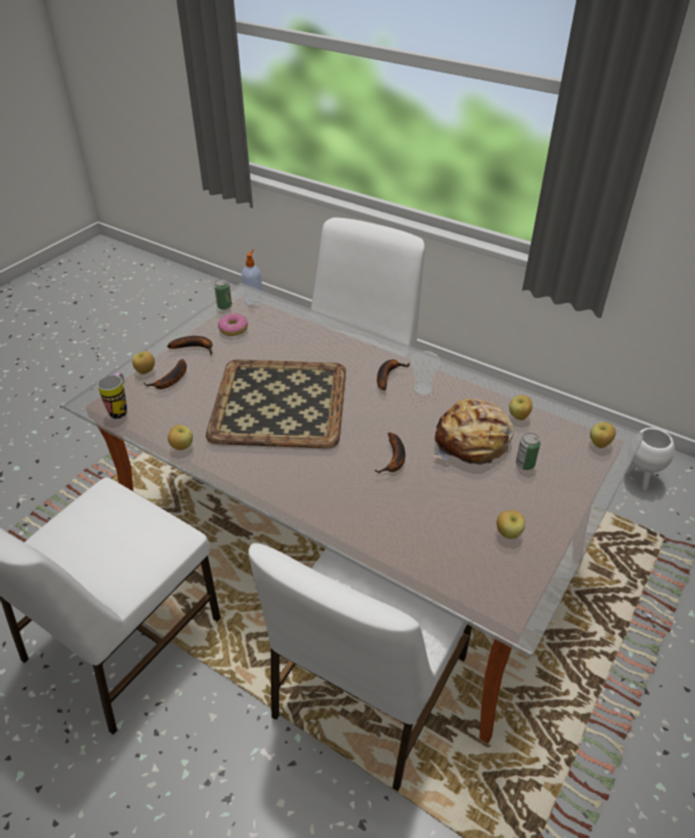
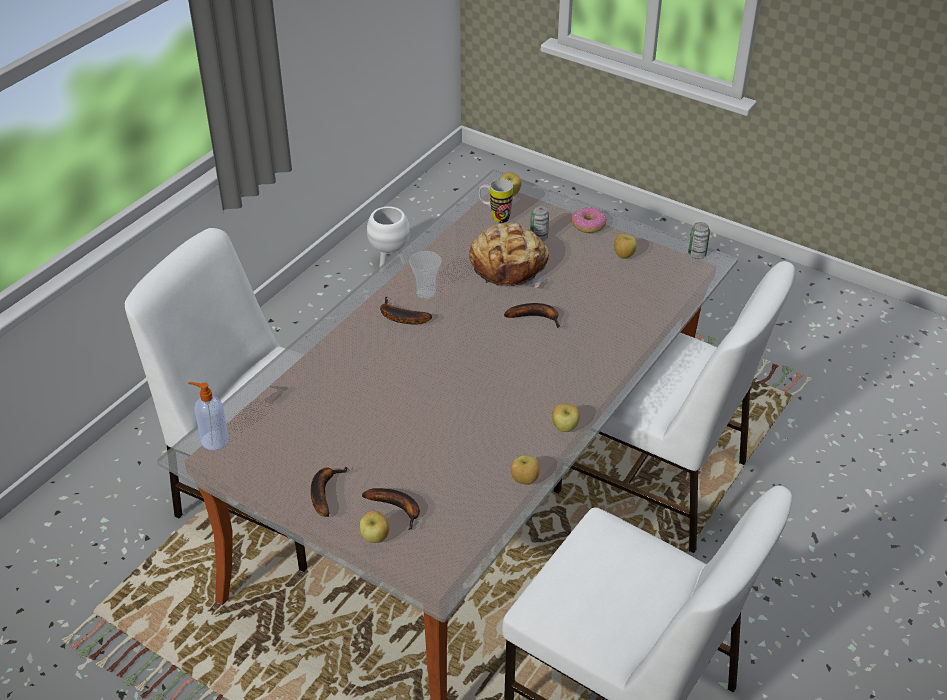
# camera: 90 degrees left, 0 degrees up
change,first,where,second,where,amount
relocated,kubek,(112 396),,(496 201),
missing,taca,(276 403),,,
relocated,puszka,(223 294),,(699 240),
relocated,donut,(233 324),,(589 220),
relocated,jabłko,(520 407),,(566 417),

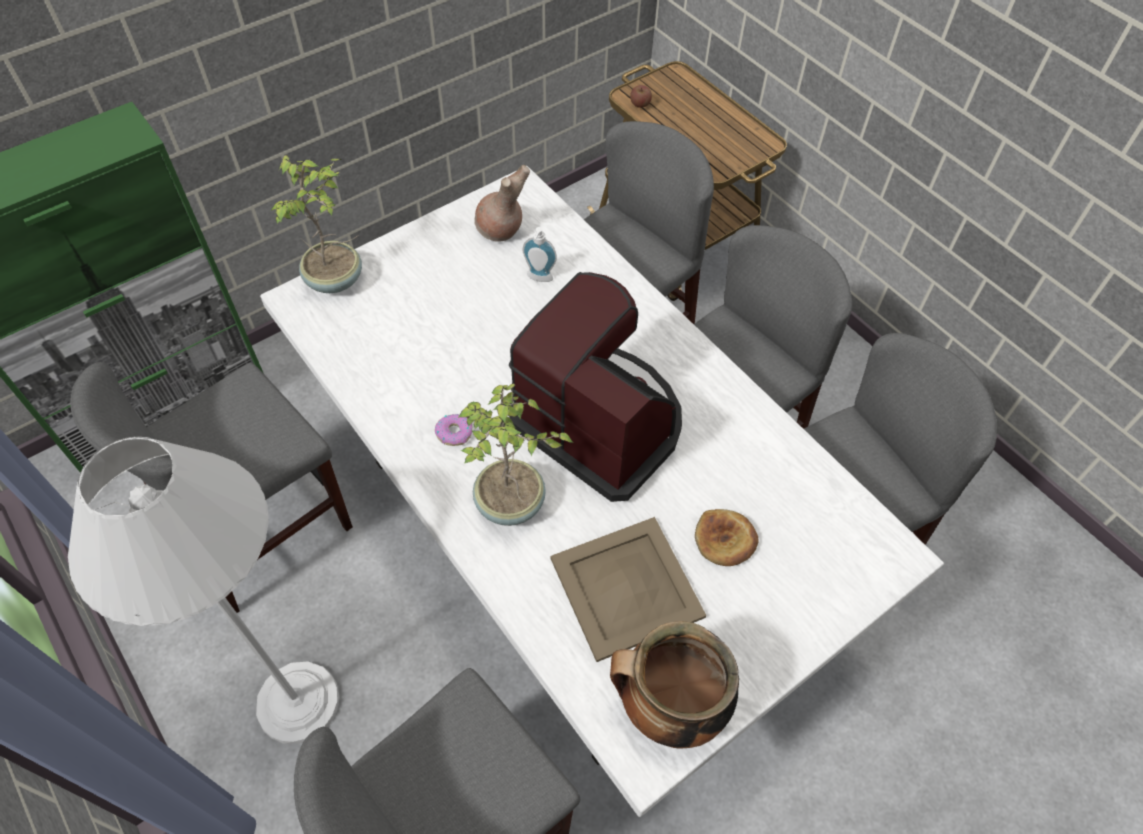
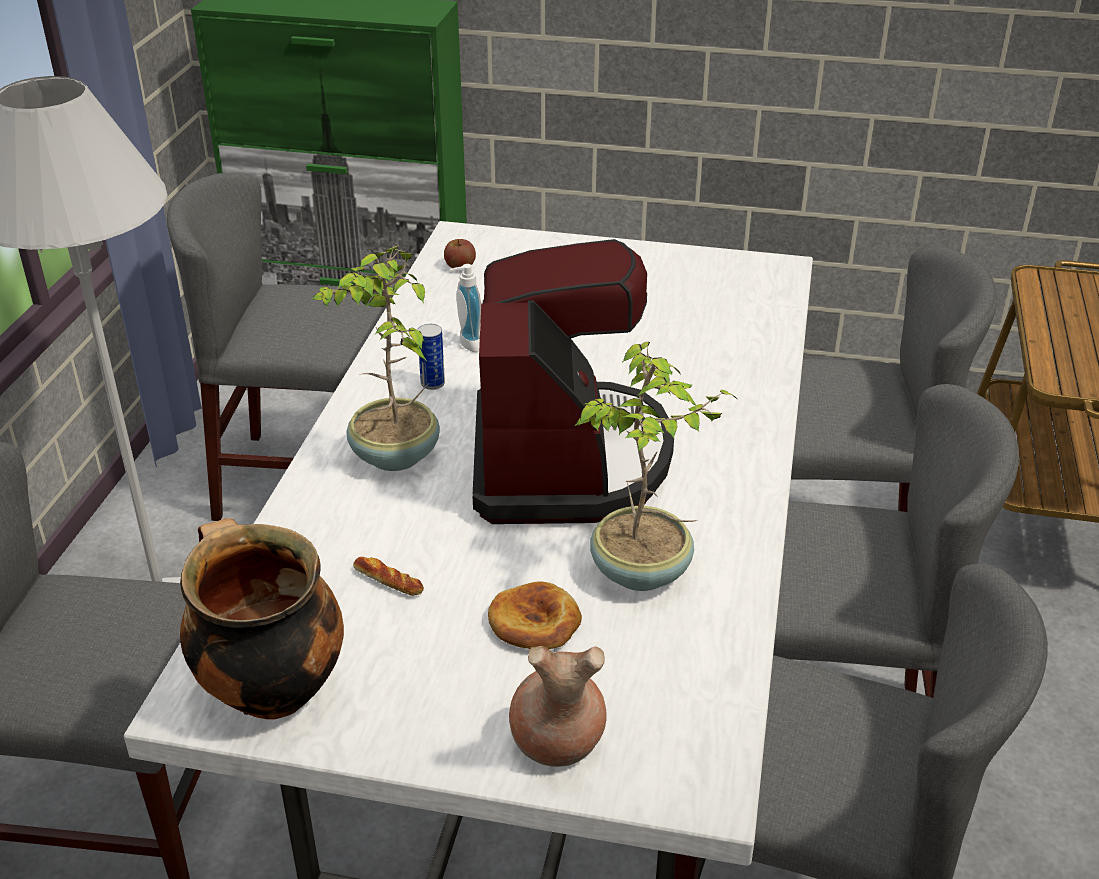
# camera: 50 degrees right, 20 degrees down
change,first,where,second,where,amount
relocated,roślina doniczkowa,(315 224),,(656 466),
exchanged,donut,(453 430),puszka,(431 357),
relocated,wazon (brązowy),(502 203),,(558 706),
relocated,dozownik mydła,(540 254),,(465 308),
exchanged,taca (beżowy),(628 589),chleb,(388 576),
relocated,jabłko,(641 96),,(460 253),

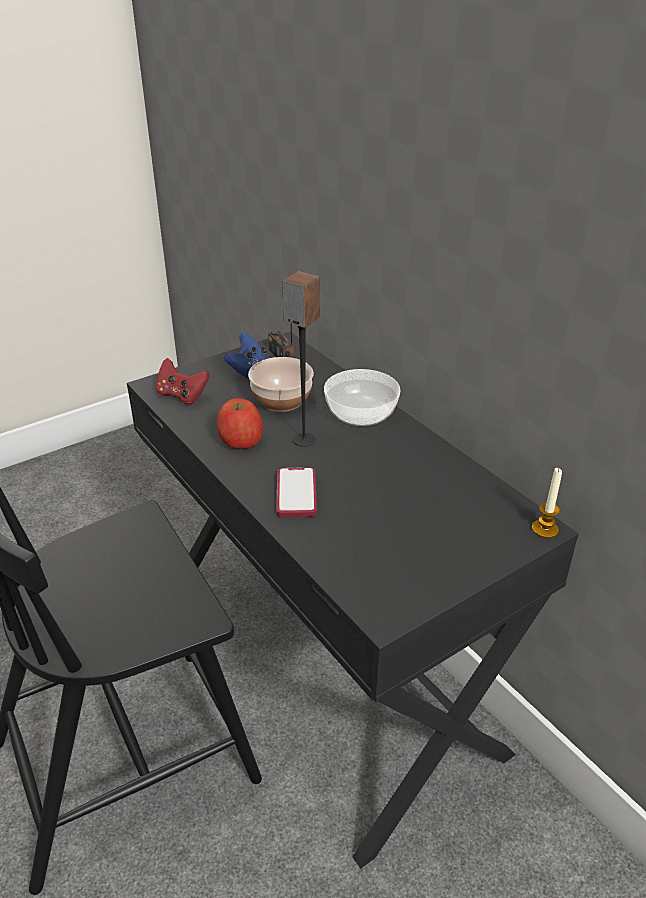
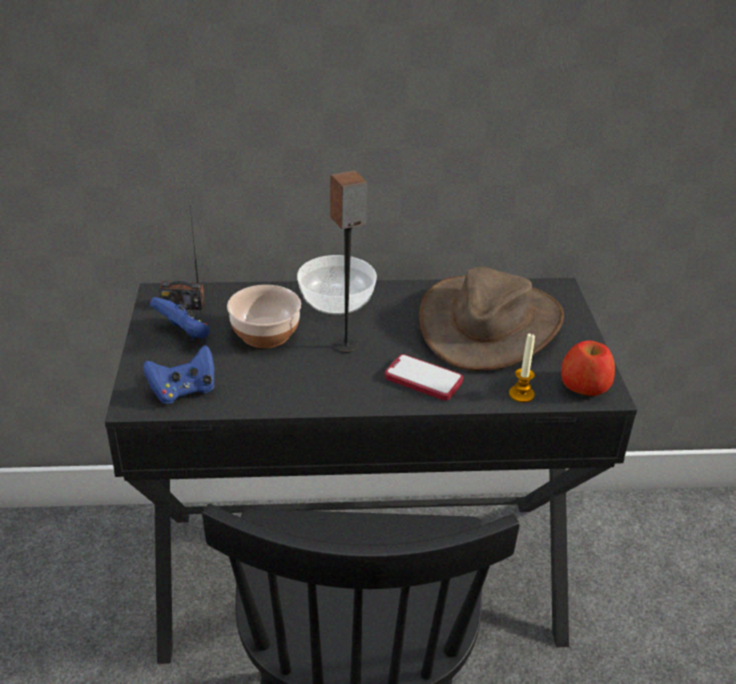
# camera: 60 degrees left, 0 degrees up
change,first,where,second,where,amount
colour,pad do gier (czerwony),(183 381),pad do gier (niebieski),(179 374),
relocated,jabłko,(239 423),,(588 368),
relocated,świeca,(547 503),,(522 368),
appeared,,,kapelusz (brązowy),(491 319),

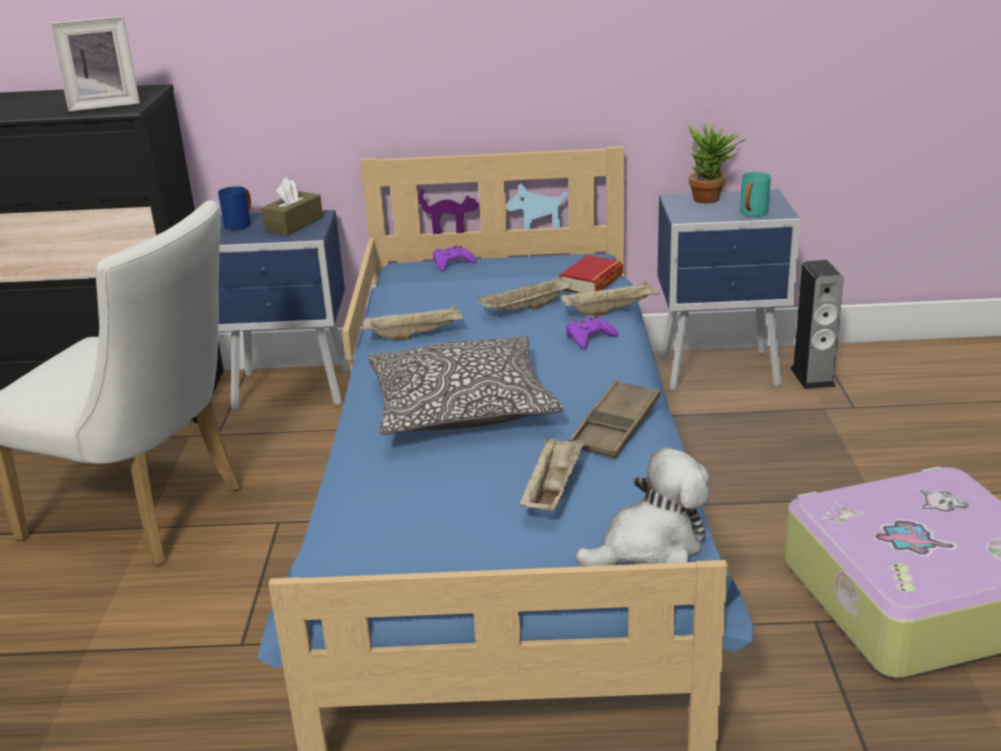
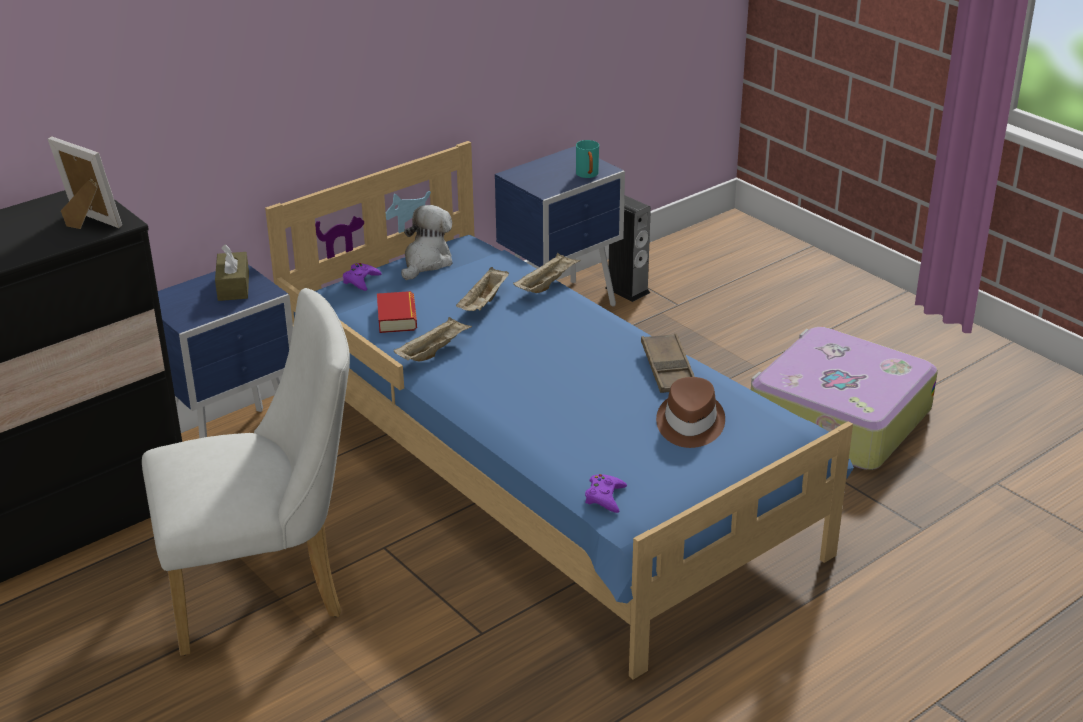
# camera: 40 degrees left, 5 degrees up
change,first,where,second,where,amount
spun,ramka na zdjęcie,(95 64),,(85 183),90 degrees counterclockwise
missing,kubek (niebieski),(234 208),,,
missing,poduszka,(465 385),,,
exchanged,taca (beżowy),(552 474),kapelusz (brązowy),(690 412),
relocated,książka,(591 274),,(397 312),
relocated,pad do gier (fioletowy),(592 333),,(606 493),
relocated,pluszak,(642 507),,(427 242),
missing,roślina doniczkowa,(717 162),,,

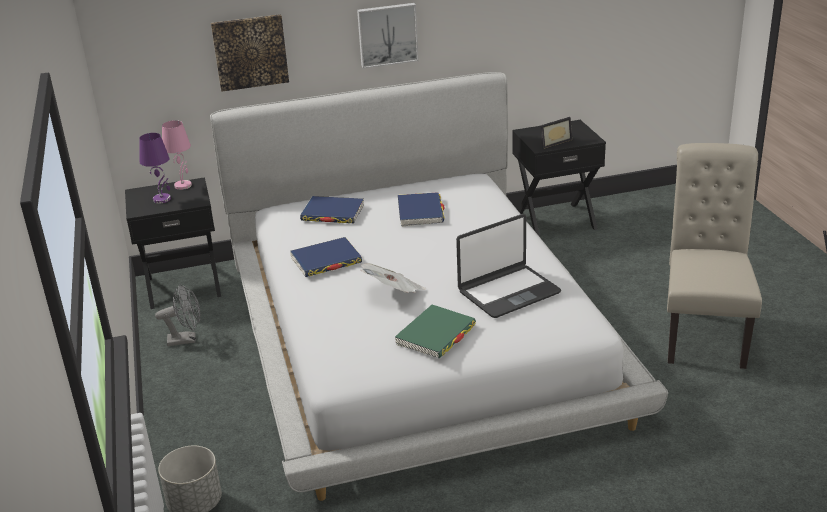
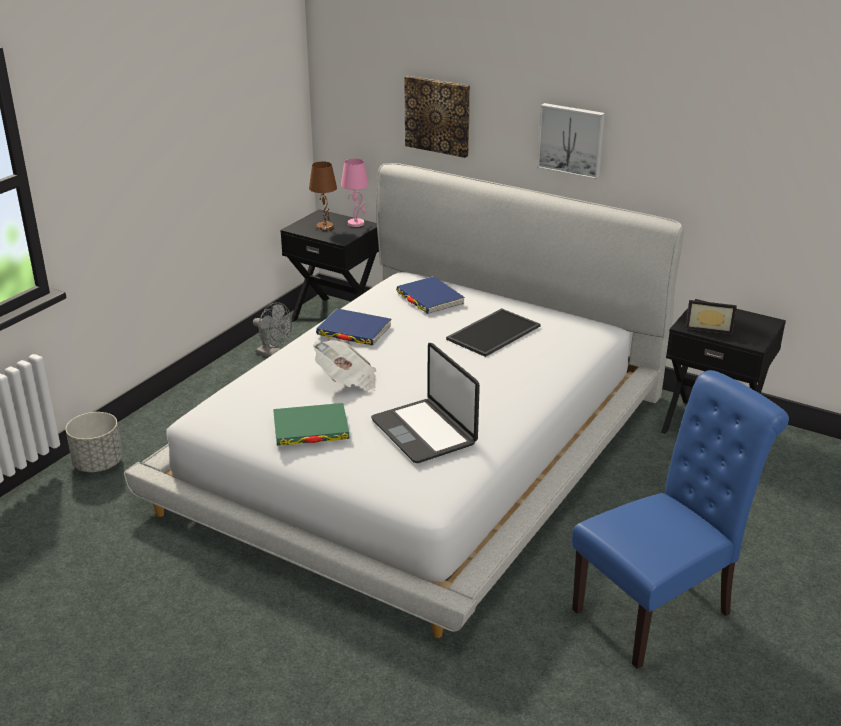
# camera: 45 degrees right, 0 degrees up
change,first,where,second,where,amount
colour,lampa stołowa (fioletowy),(155 168),lampa stołowa (brązowy),(323 195),
exchanged,książka (niebieski),(421 209),taca,(493 332),
spun,laptop,(508 266),,(425 403),45 degrees clockwise
colour,krzesło (beżowy),(714 256),krzesło (niebieski),(680 519),

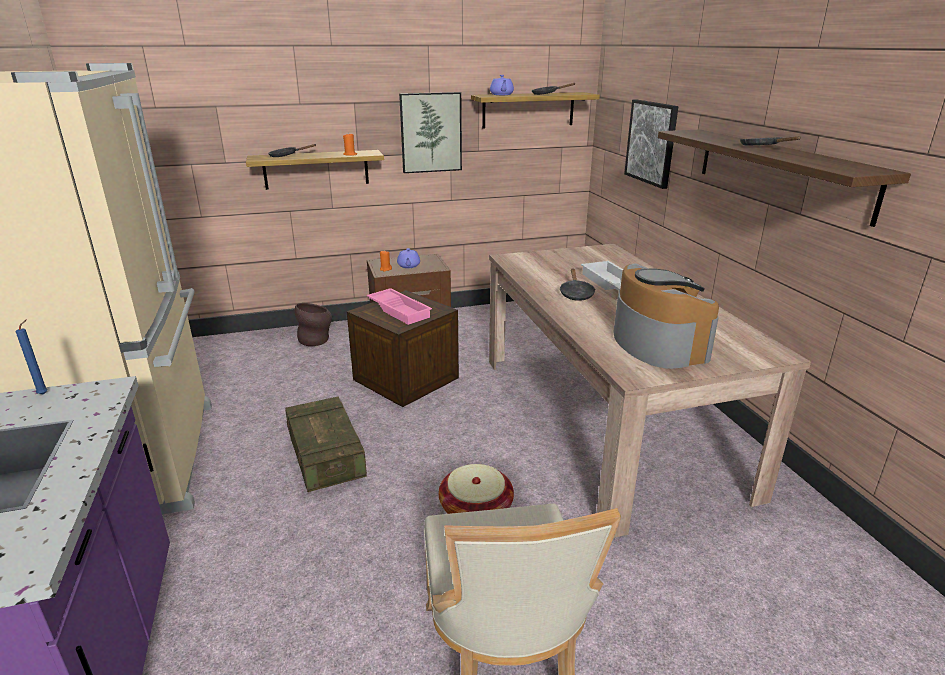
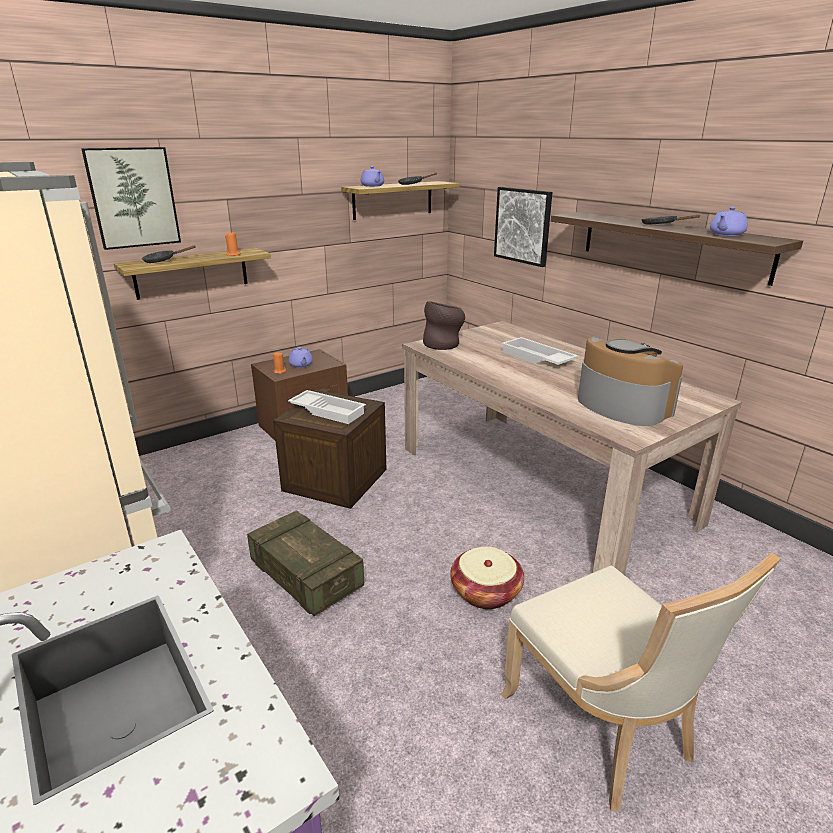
# camera: 20 degrees left, 0 degrees up
change,first,where,second,where,amount
missing,świeca (niebieski),(31 356),,,
relocated,wazon (brązowy),(313 324),,(444 325),
colour,taca (różowy),(399 306),taca (biały),(327 407),
relocated,obraz,(430 132),,(131 198),
missing,patelnia (czarny),(577 284),,,
appeared,,,imbryk (fioletowy),(729 221),

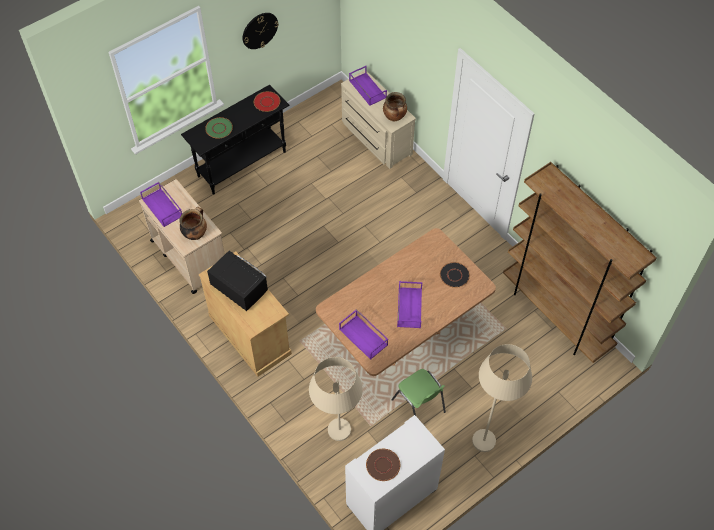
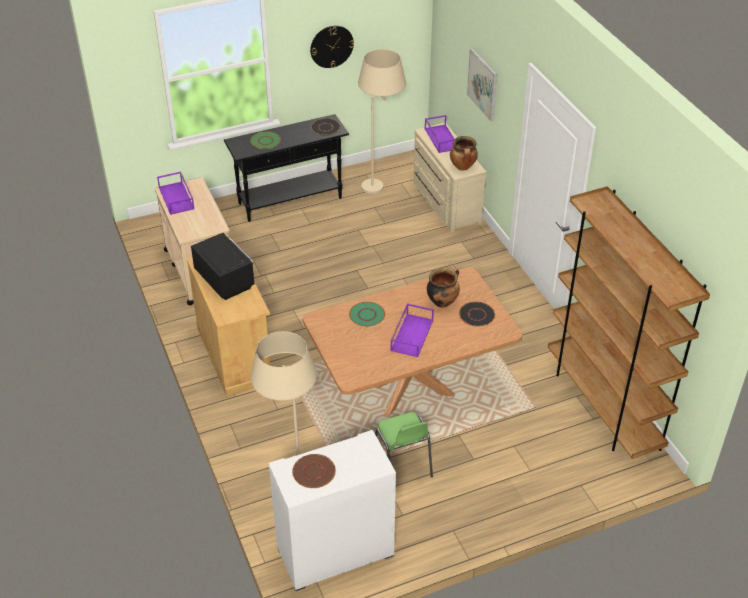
# camera: 15 degrees right, 15 degrees down
change,first,where,second,where,amount
relocated,garnek,(193 223),,(443 287),
colour,talerz (czerwony),(267 101),talerz (czarny),(326 127),
missing,taca (fioletowy),(363 334),,,
relocated,lampa stojąca (beżowy),(502 398),,(382 121),
appeared,,,talerz (zielony),(367 314),
appeared,,,obraz,(482 84),

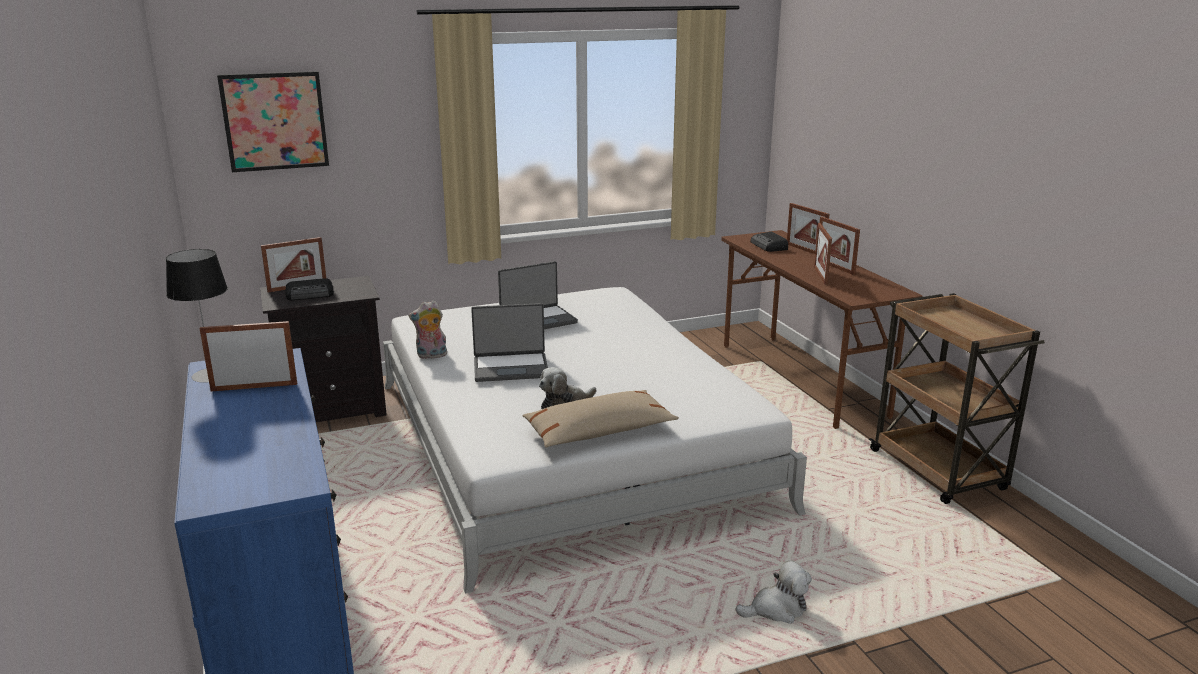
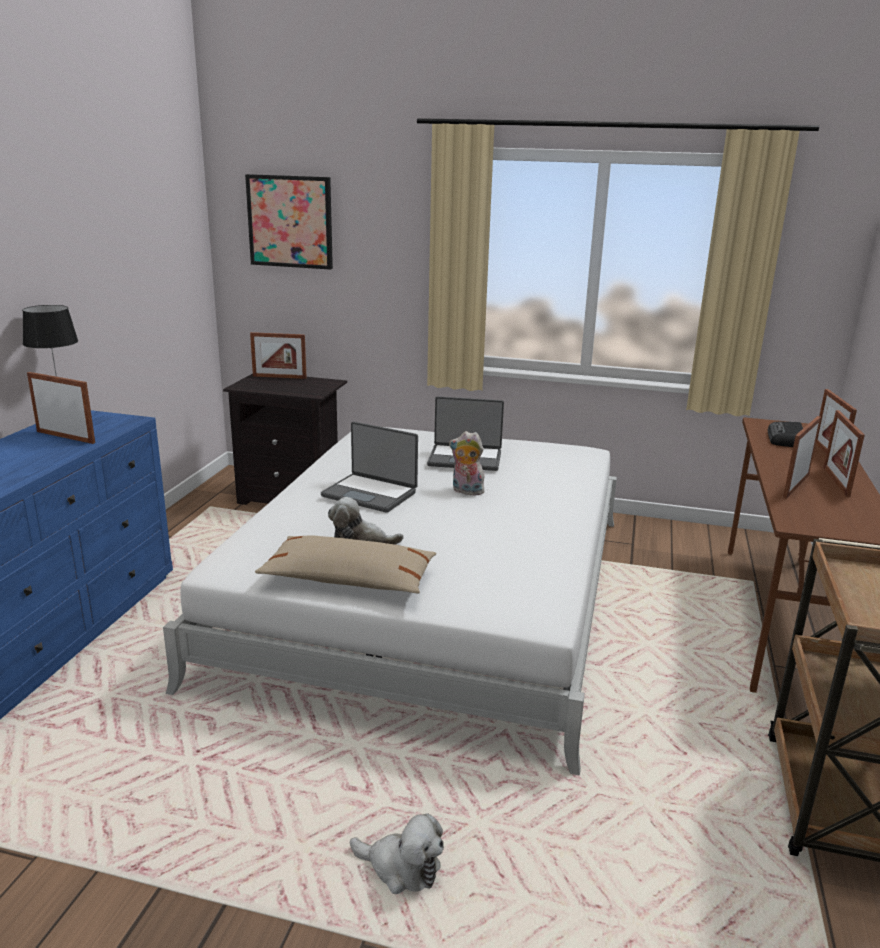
# camera: 35 degrees right, 0 degrees up
change,first,where,second,where,amount
missing,radio,(309 289),,,
relocated,pluszak,(428 330),,(468 463),

